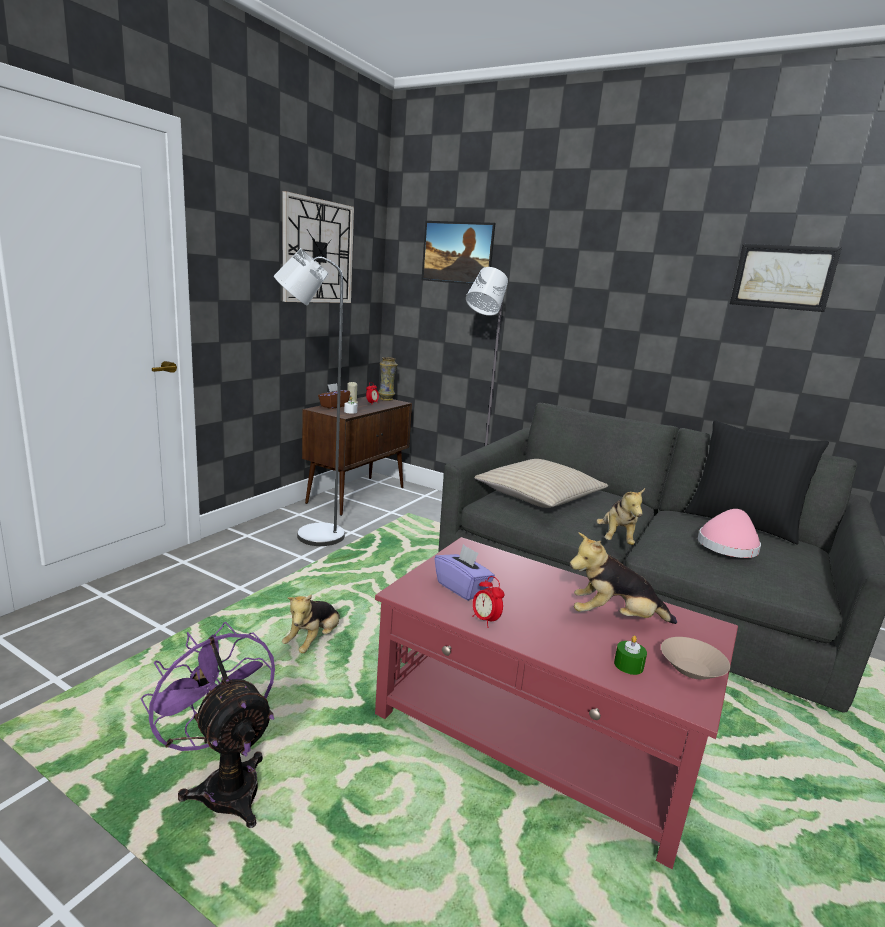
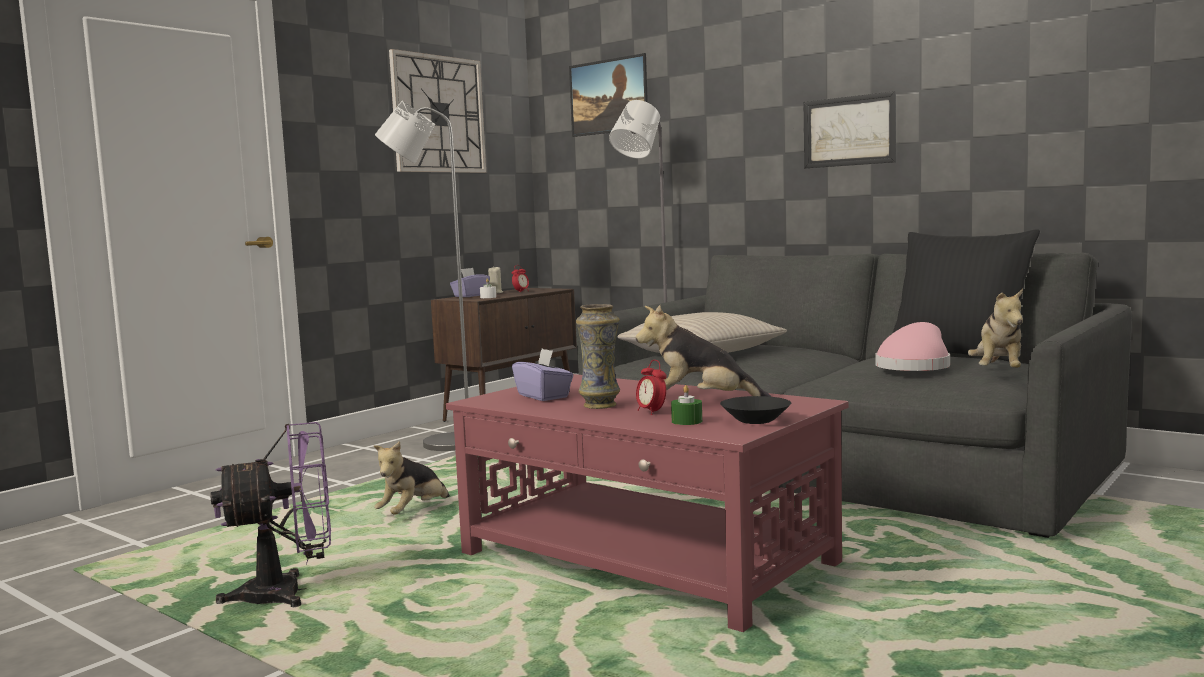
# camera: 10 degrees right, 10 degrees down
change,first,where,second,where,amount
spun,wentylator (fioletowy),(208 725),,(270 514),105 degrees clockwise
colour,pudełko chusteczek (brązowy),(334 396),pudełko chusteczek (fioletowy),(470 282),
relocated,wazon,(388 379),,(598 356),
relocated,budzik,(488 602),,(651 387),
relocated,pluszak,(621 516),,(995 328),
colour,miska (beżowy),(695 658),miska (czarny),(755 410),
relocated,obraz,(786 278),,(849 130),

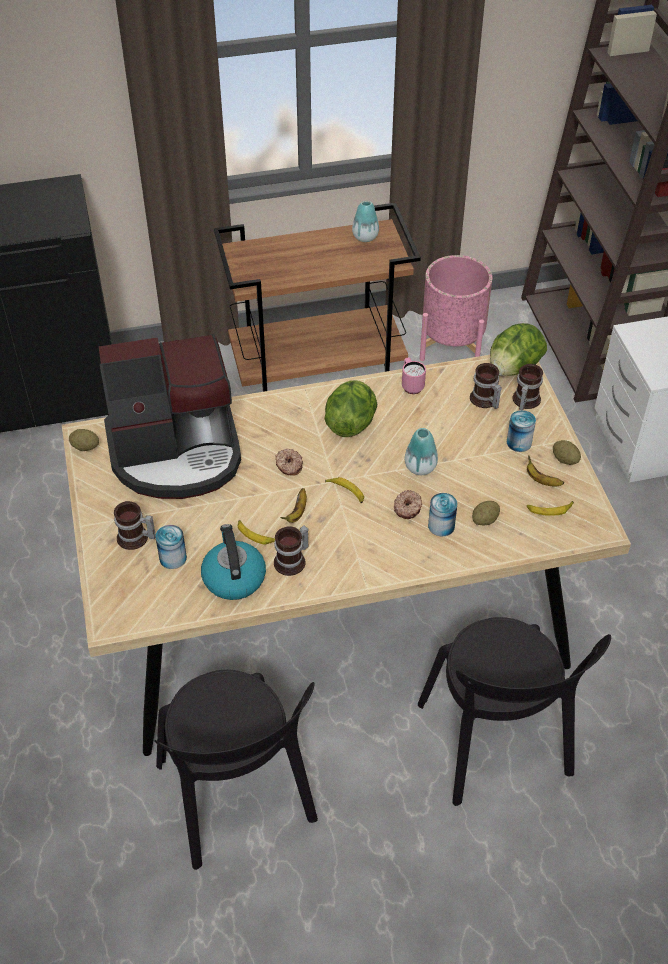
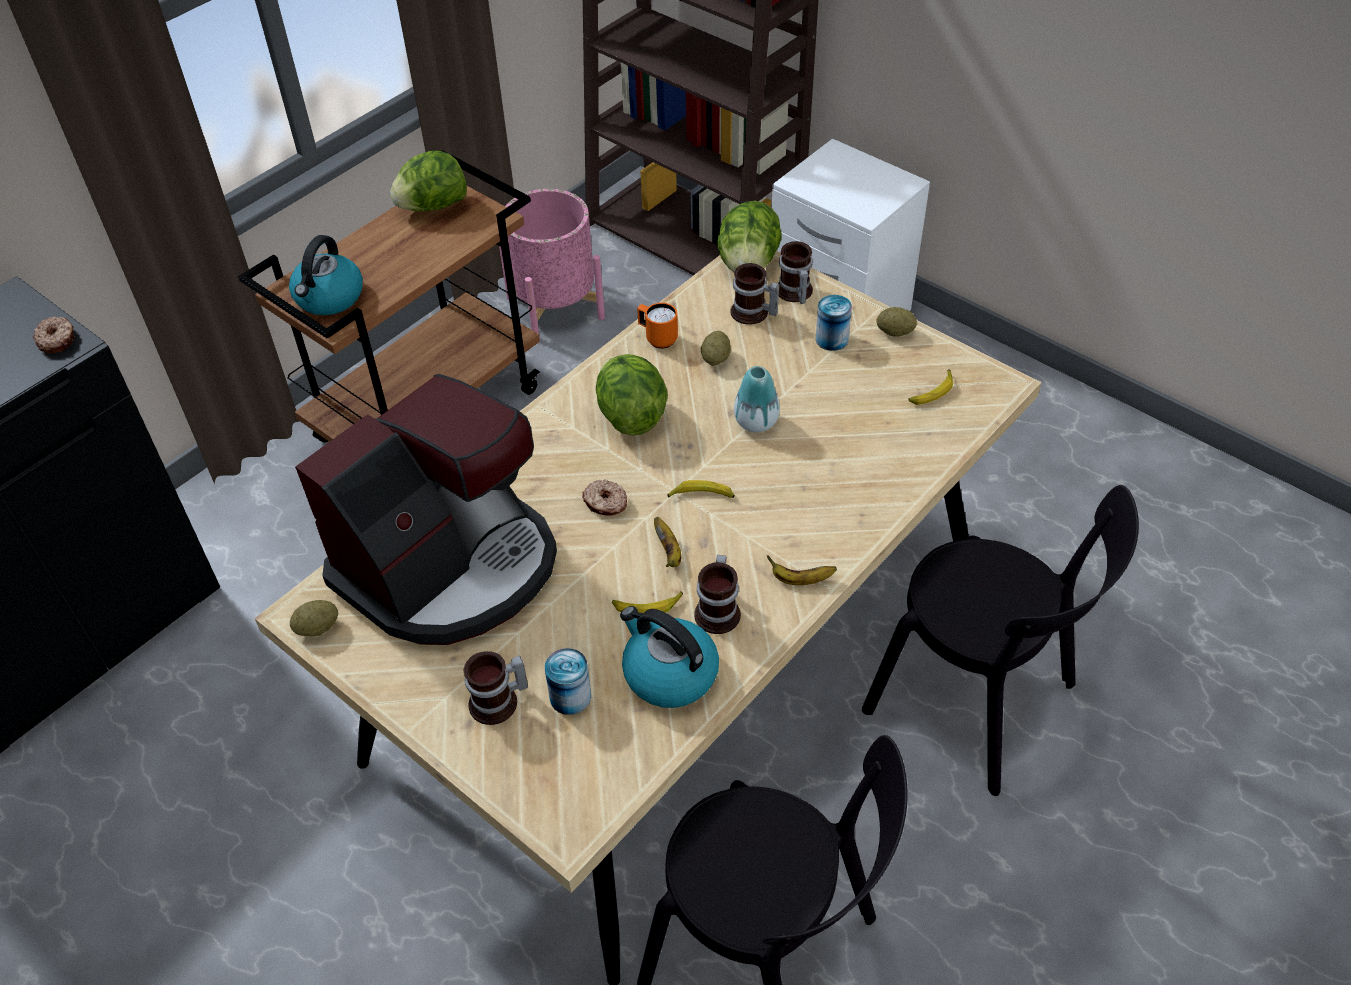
# camera: 35 degrees left, 0 degrees up
change,first,where,second,where,amount
exchanged,wazon,(365 221),sałata,(428 181),
relocated,donut,(408 504),,(54 334),
colour,kubek (różowy),(414 376),kubek (pomarańczowy),(657 326),
missing,puszka,(442 515),,,
relocated,ziemniak,(486 513),,(716 348),
relocated,banan,(545 470),,(802 570),
appeared,,,czajnik,(326 275),

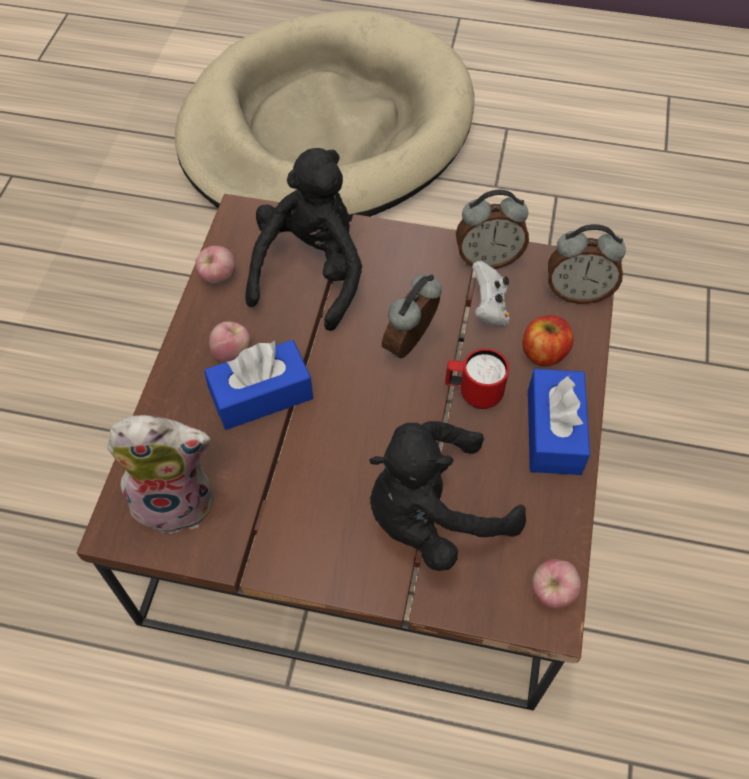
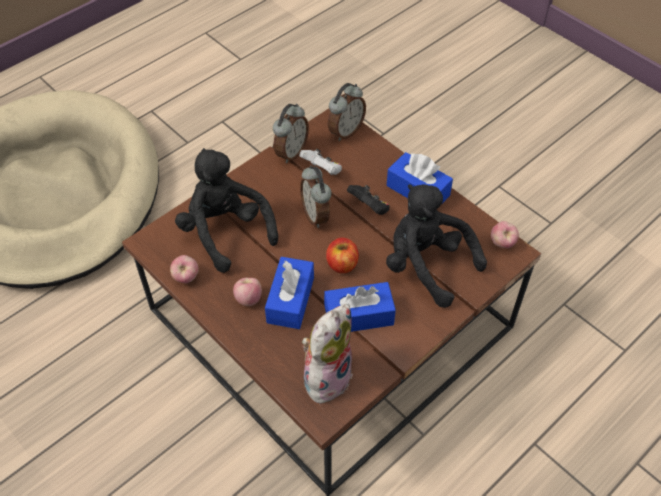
# camera: 55 degrees left, 5 degrees down
change,first,where,second,where,amount
spun,pluszak (czarny),(447 496),,(436 246),120 degrees clockwise
exchanged,kubek (czerwony),(477 378),pad do gier (czarny),(368 200),
relocated,jabłko,(548 340),,(342 255),
appeared,,,pudełko chusteczek (niebieski),(360 307),

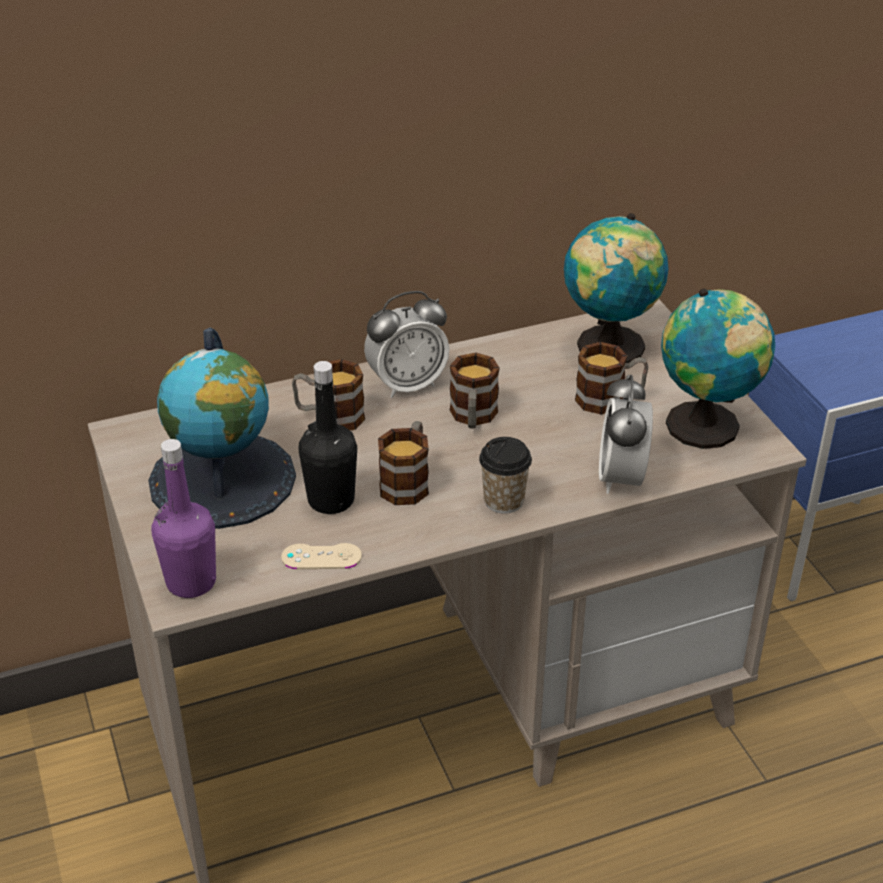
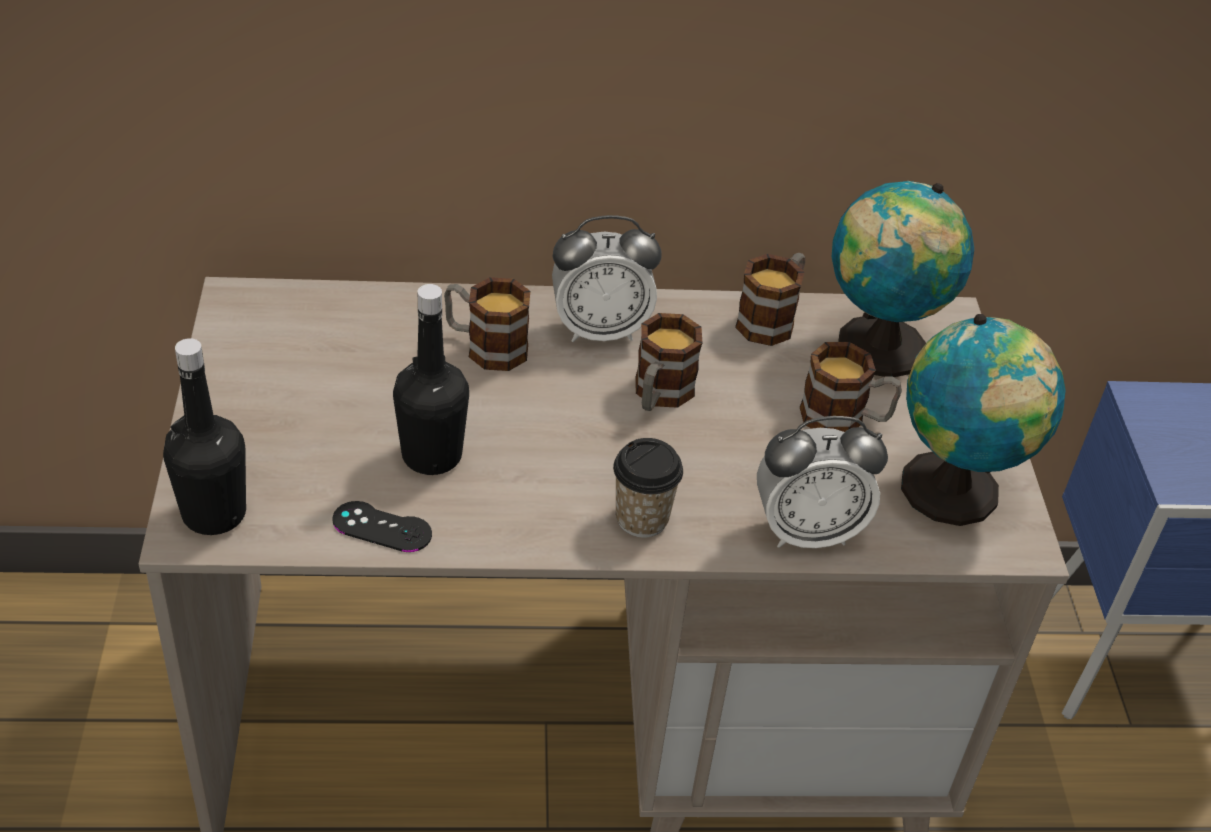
# camera: 15 degrees right, 5 degrees up
change,first,where,second,where,amount
missing,globus,(222 428),,,
colour,butelka (fioletowy),(183 518),butelka (czarny),(204 436),
colour,pad do gier (beżowy),(321 556),pad do gier (czarny),(382 526),
relocated,kubek,(403 463),,(770 299),
spun,budzik,(626 434),,(822 482),120 degrees counterclockwise

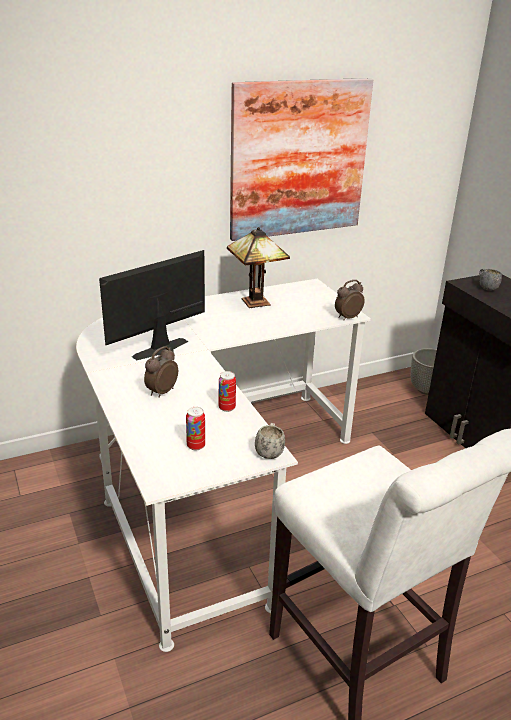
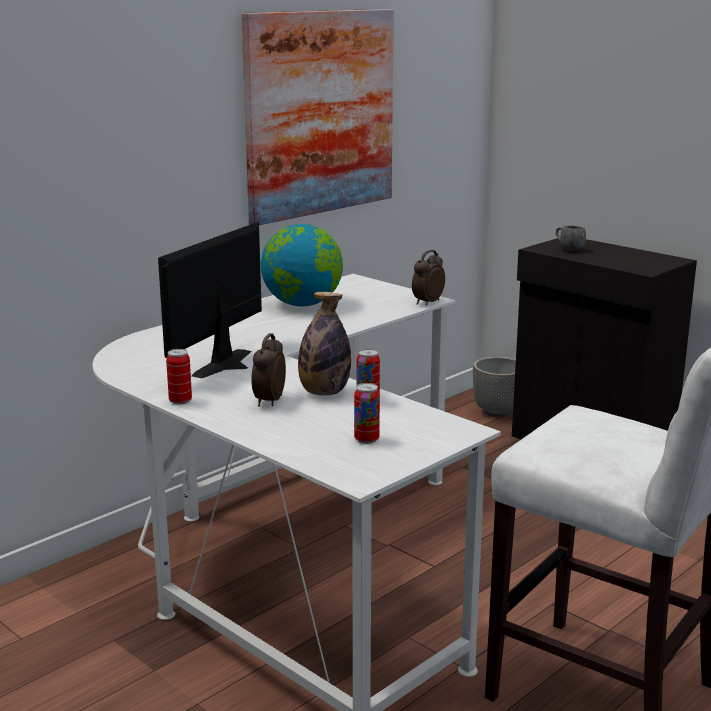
# camera: 20 degrees left, 10 degrees down
change,first,where,second,where,amount
exchanged,lampa stołowa,(258 267),globus,(302 265),
missing,kubek (biały),(270 441),,,
appeared,,,puszka,(179 377),
appeared,,,butelka,(324 344),

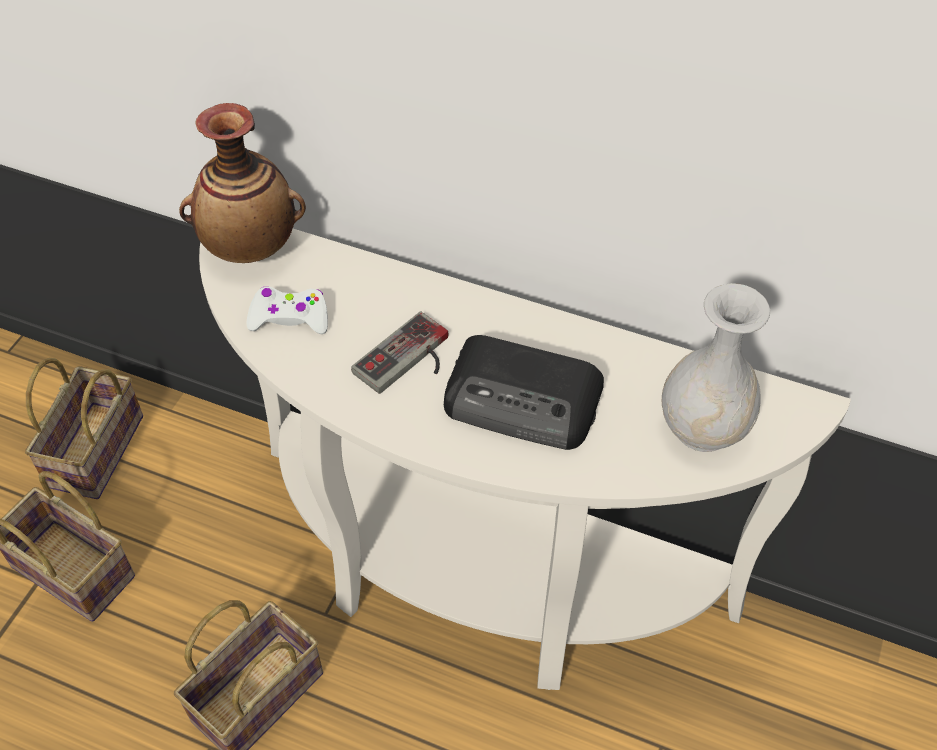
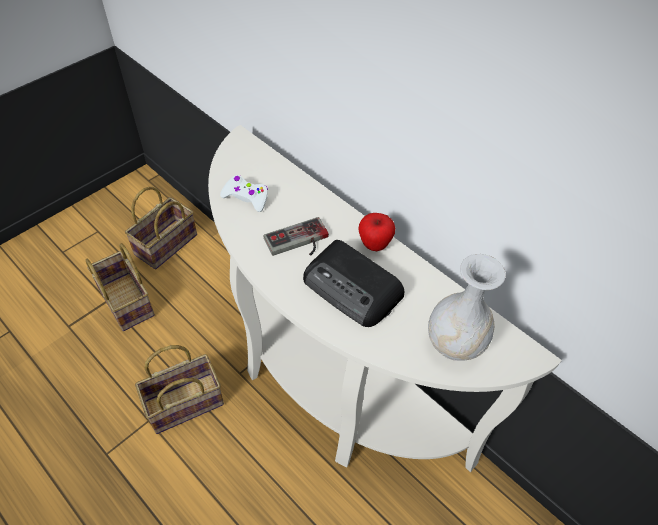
# camera: 20 degrees right, 0 degrees up
change,first,where,second,where,amount
missing,wazon,(242 183),,,
appeared,,,jabłko,(376 232),

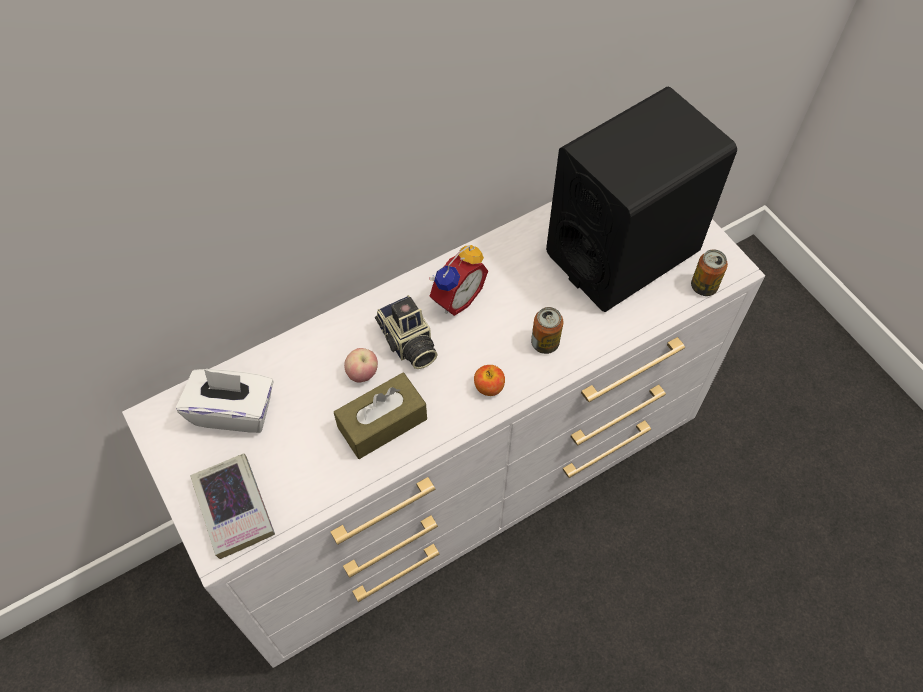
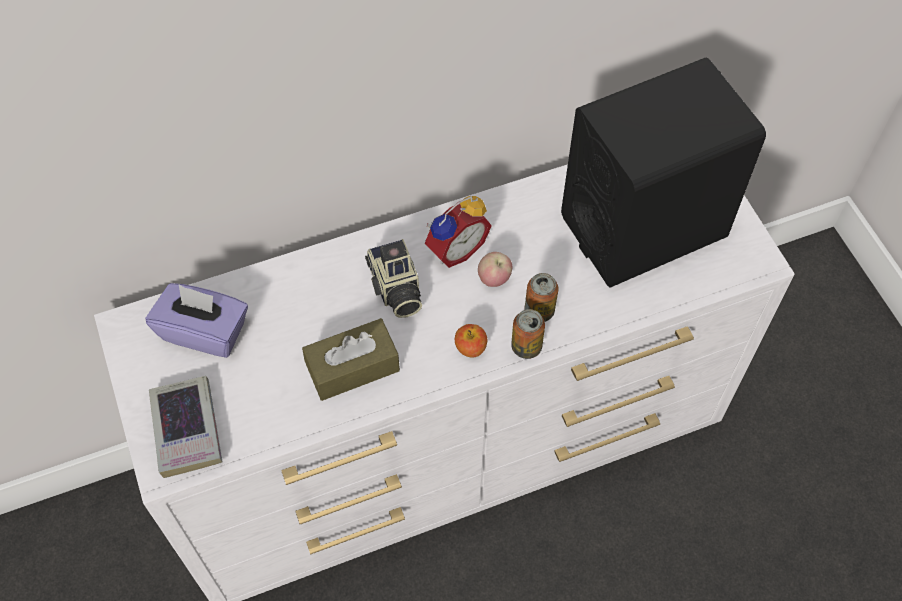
# camera: 10 degrees right, 0 degrees up
change,first,where,second,where,amount
colour,pudełko chusteczek (biały),(225 401),pudełko chusteczek (fioletowy),(196 320),
relocated,jabłko,(361 365),,(495 269),
relocated,puszka,(709 272),,(528 334),

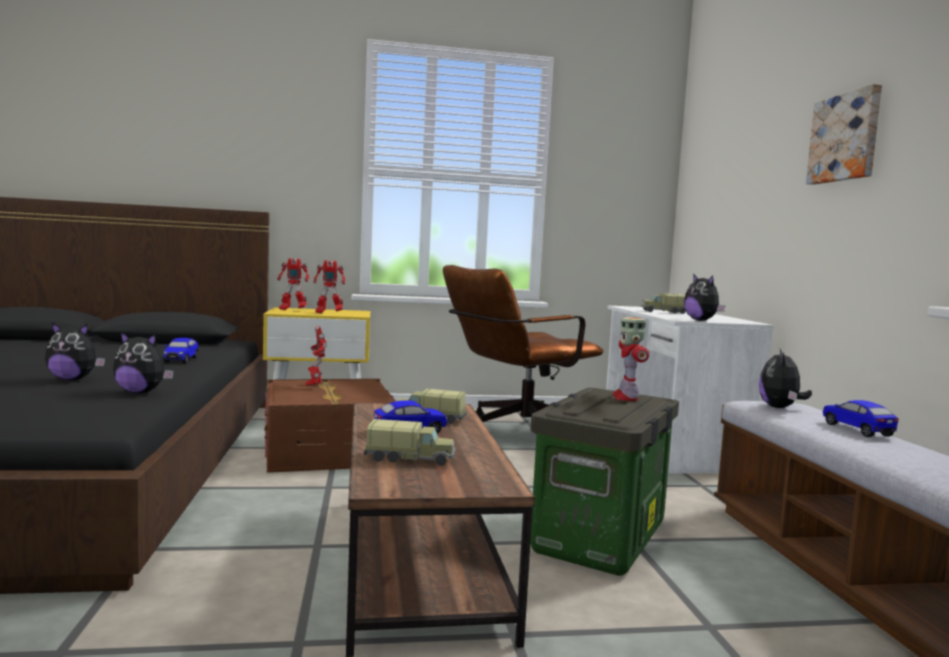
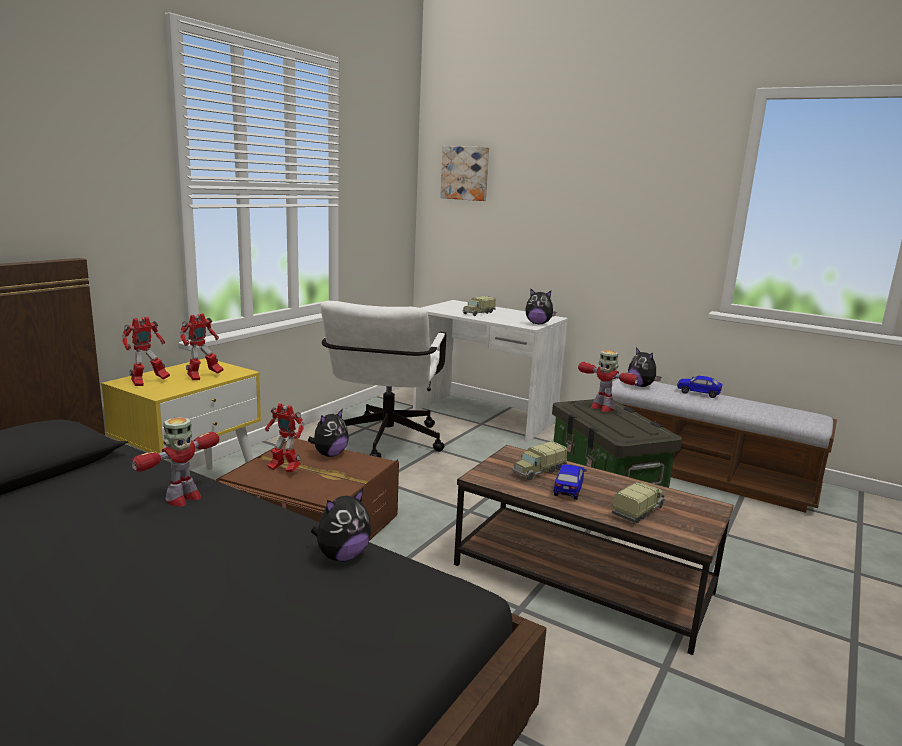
# camera: 50 degrees left, 10 degrees up
change,first,where,second,where,amount
relocated,pluszak,(75 351),,(328 433),
exchanged,samochodzik,(181 350),robot zabawkowy,(175 461),
colour,krzesło biurowe (brązowy),(523 343),krzesło biurowe (biały),(383 379),
relocated,obraz,(844 134),,(464 173),

